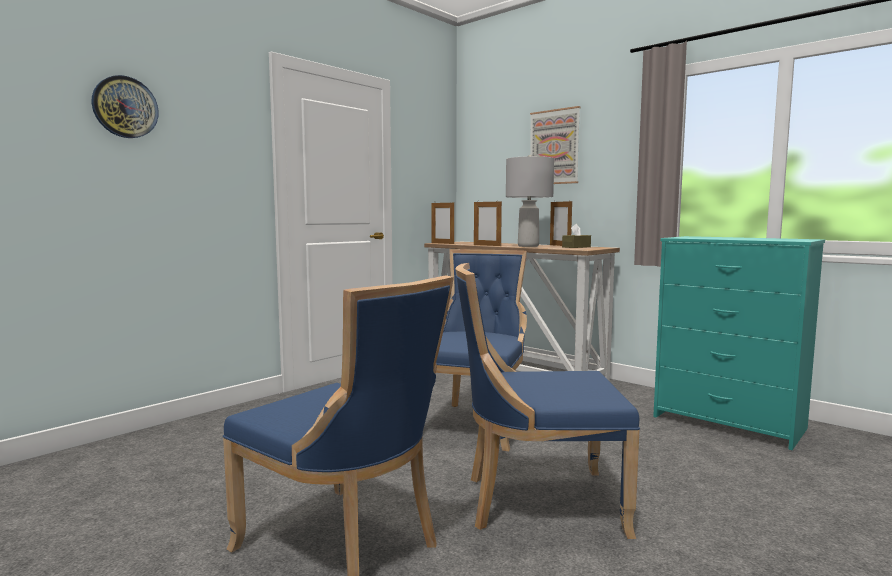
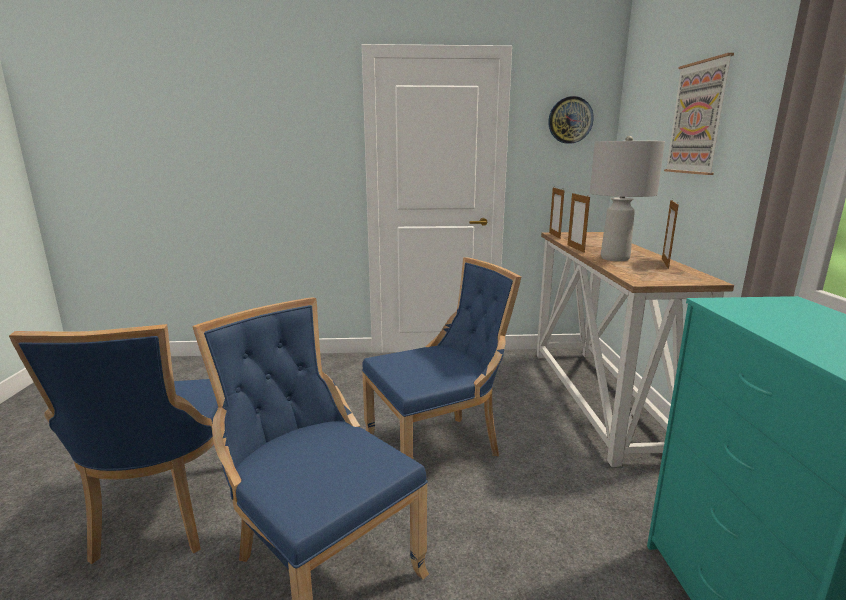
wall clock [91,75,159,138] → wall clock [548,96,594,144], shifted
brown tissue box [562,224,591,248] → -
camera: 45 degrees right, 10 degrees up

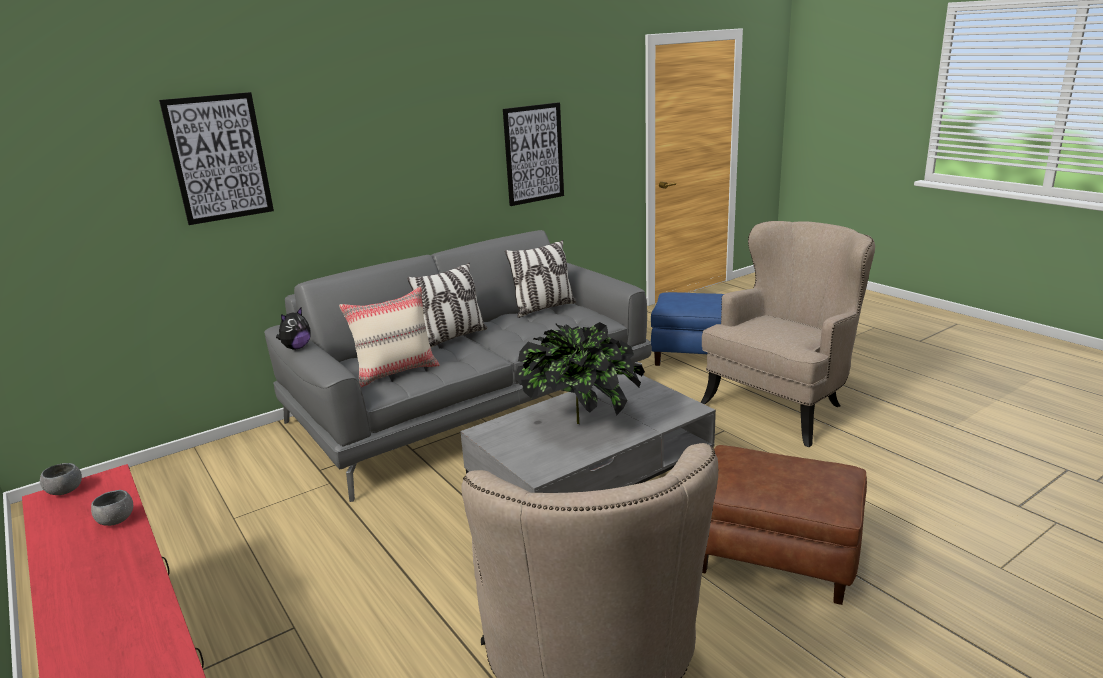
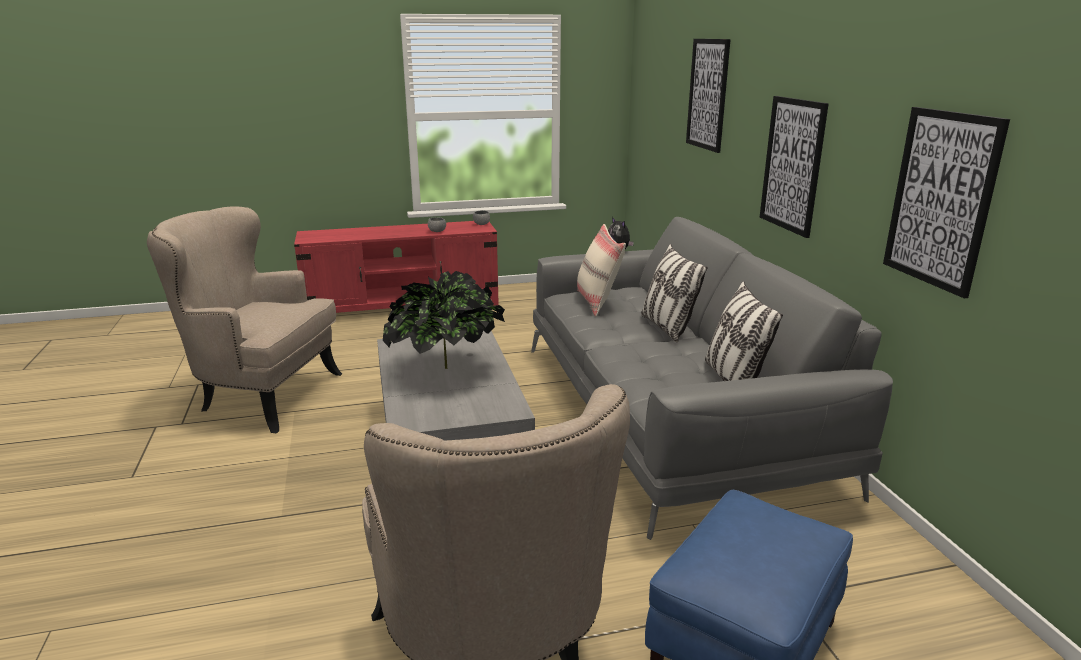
brown ottoman [702,445,867,605] → -
- → picture [760,96,829,238]
camera: 110 degrees right, 0 degrees up

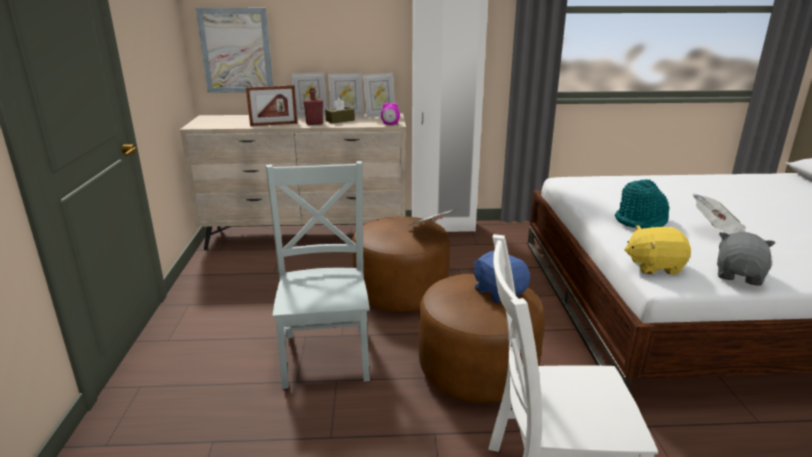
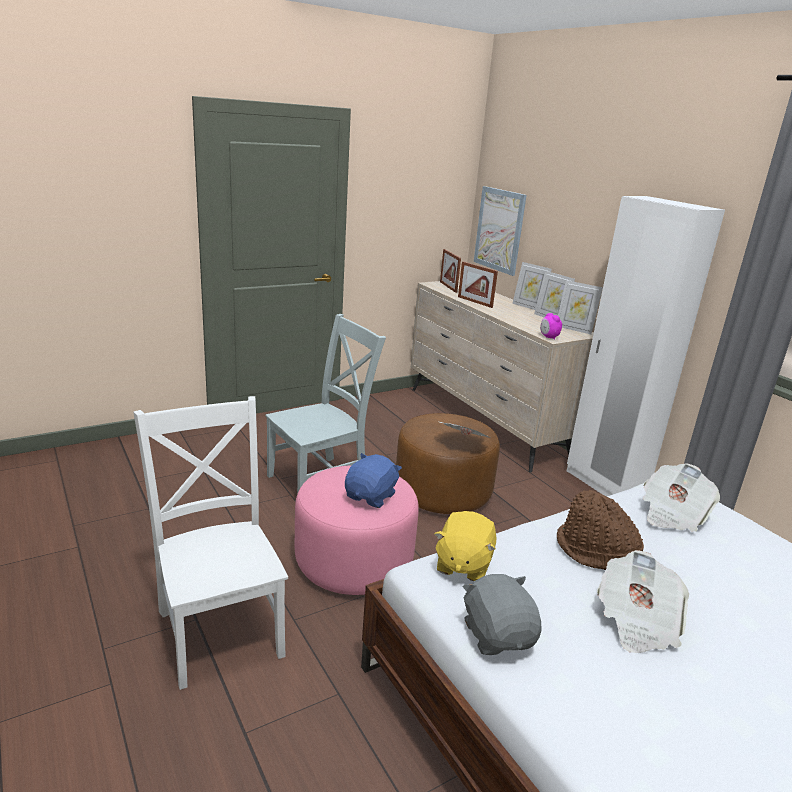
red bottle [304,87,323,125] → -
brown tissue box [325,98,355,124] → -
turquoise hat [615,179,669,229] → brown hat [557,490,644,570]
yellow plush toy [624,225,691,275] → yellow plush toy [434,511,496,581], 135 degrees counterclockwise
grey plush toy [717,232,775,285] → grey plush toy [463,574,541,655], 105 degrees counterclockwise
brown ottoman [419,273,545,403] → pink ottoman [295,465,419,595]
- → picture frame [440,249,461,293]
- → newspaper [643,464,720,532]
camera: 60 degrees right, 0 degrees up

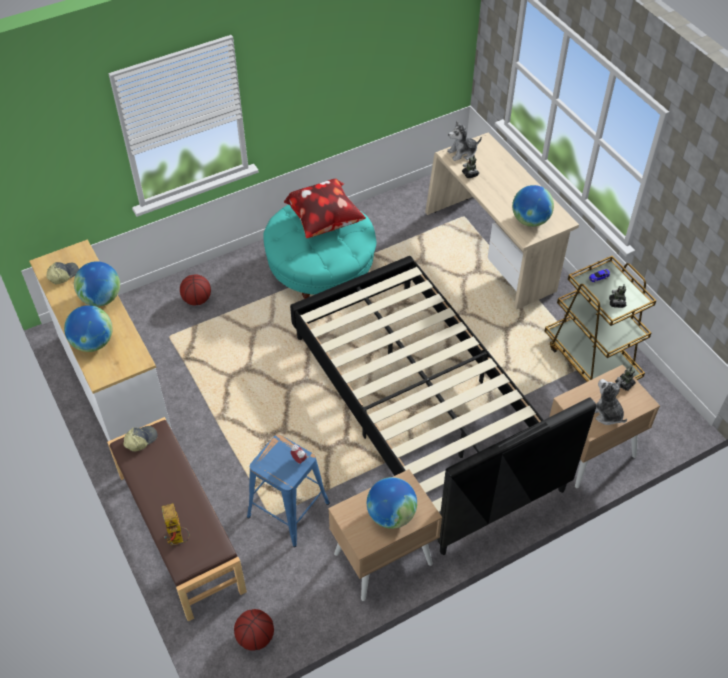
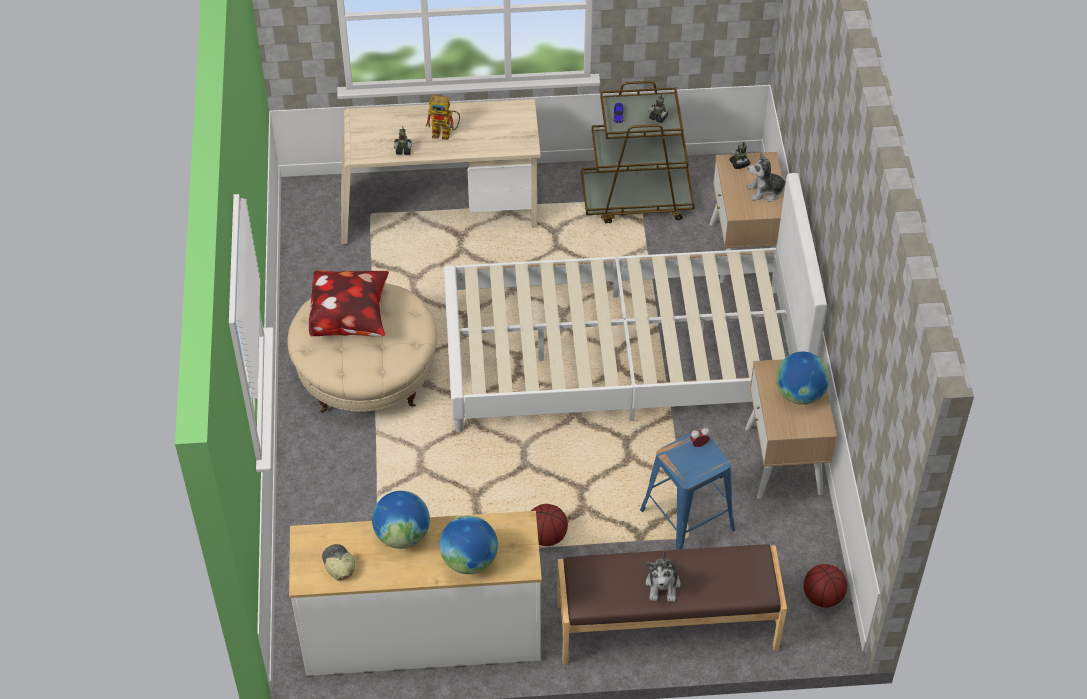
plush toy [447,121,482,161] → plush toy [646,549,681,602], shifted
globe [512,185,554,227] → -
turquoise ottoman [263,204,377,299] → beige ottoman [287,283,437,412]
black bed [290,256,597,555] → white bed [444,173,827,432]
basketball [180,274,211,305] → basketball [531,504,568,546], shifted
cap [123,426,158,452] → -
toy robot [162,503,190,545] → toy robot [426,95,460,140], shifted
camera: 65 degrees left, 0 degrees up

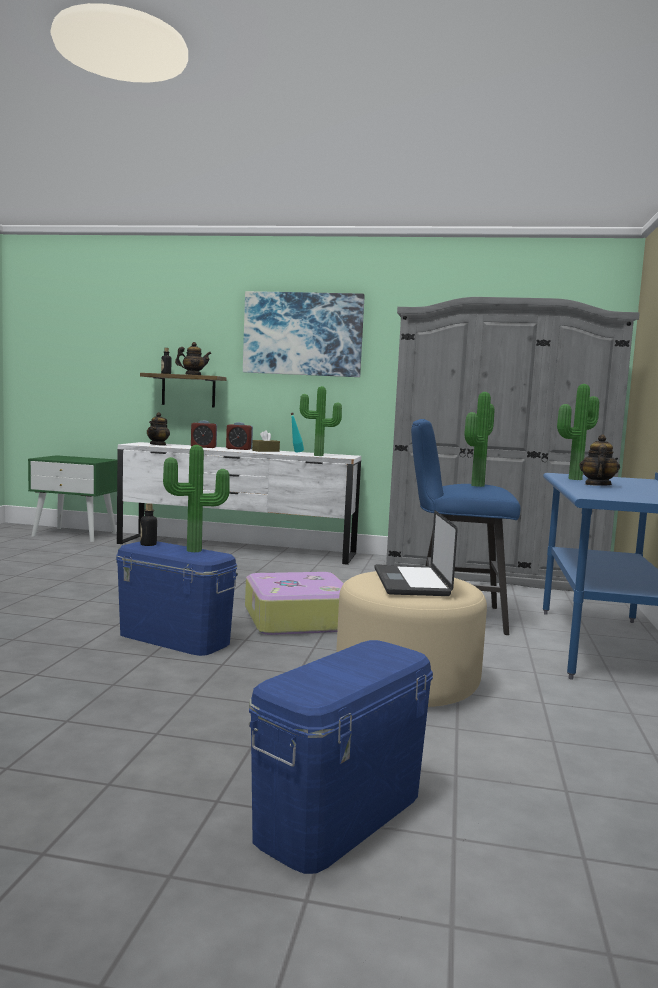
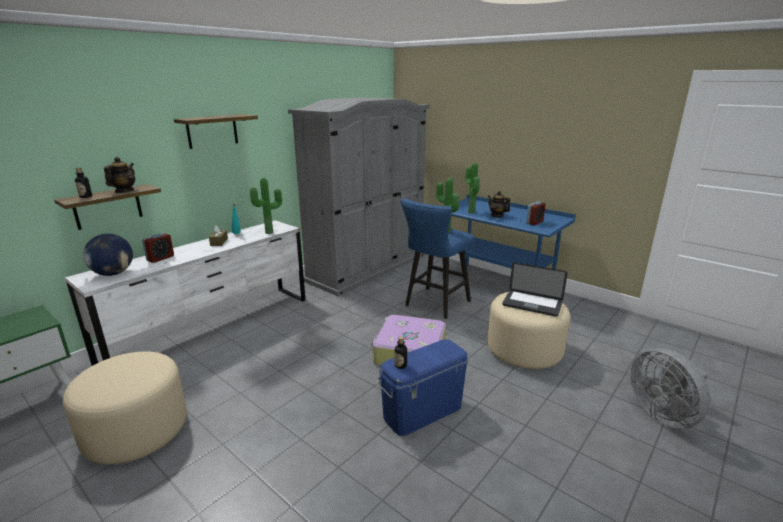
picture [243,291,365,377] → shelf [174,114,258,149]
teapot [147,412,170,446] → globe [83,234,133,276]
alarm clock [226,422,253,450] → alarm clock [526,201,546,226], shifted
potted plant [163,445,230,552] → -
blue storage box [249,640,433,874] → grey fan [631,348,710,428]
- → beige ottoman [63,351,187,465]
camera: 60 degrees left, 15 degrees up

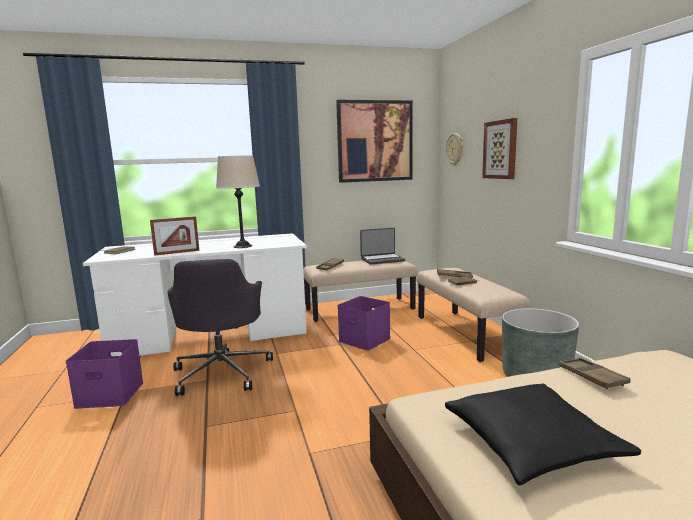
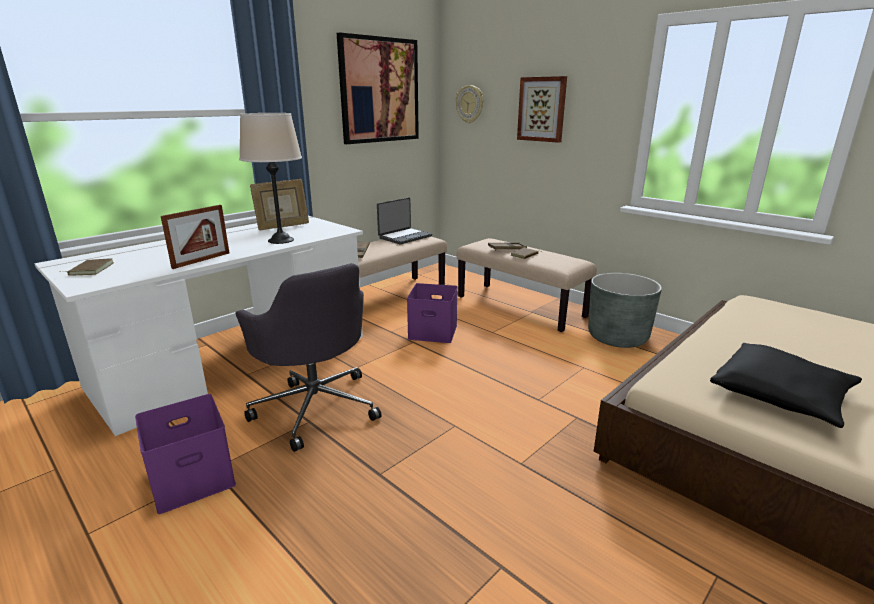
brown tray [558,357,631,389] → -
- → picture frame [250,179,309,230]
camera: 30 degrees left, 10 degrees up

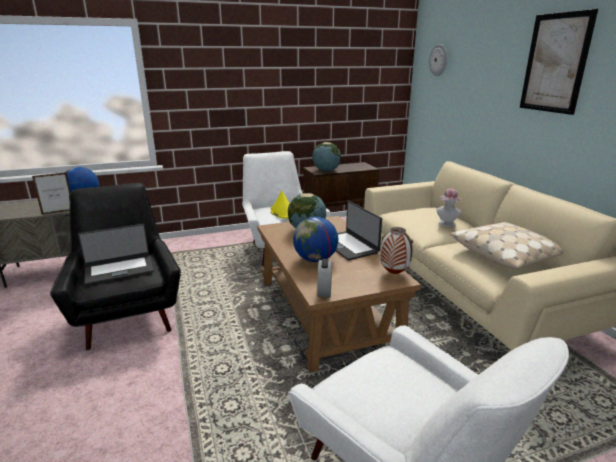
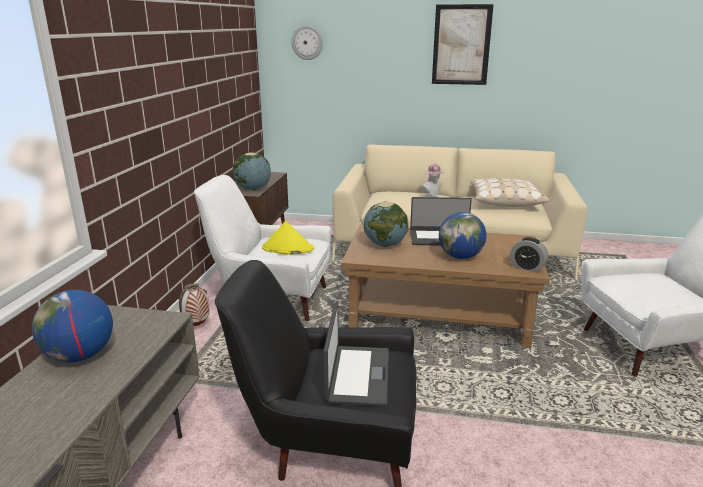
picture frame [32,172,71,215] → -
vase [380,227,413,274] → vase [179,283,210,326], shifted
camera: 60 degrees left, 0 degrees up

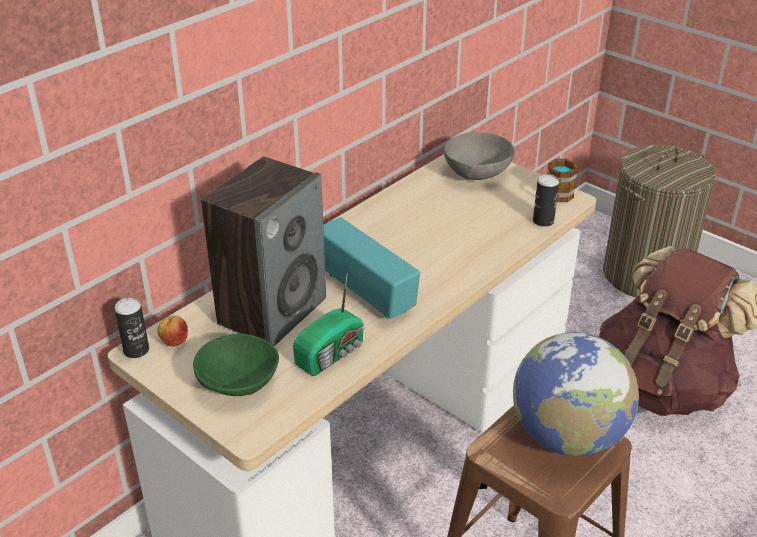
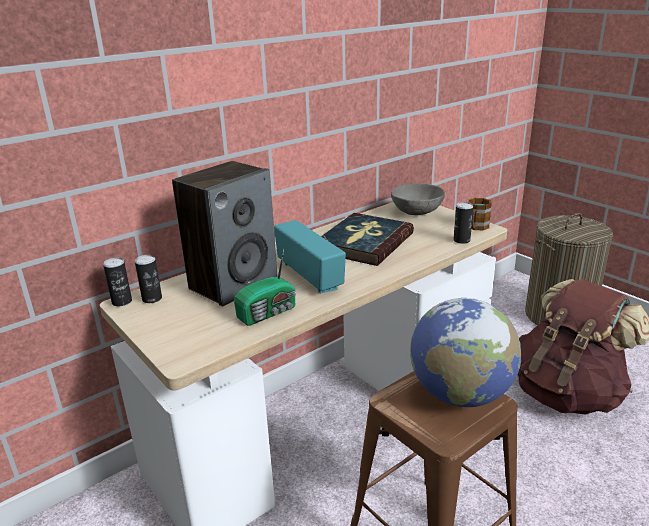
apple [157,315,188,346] → can [135,255,162,303]
green bowl [193,333,279,396] → -
- → book [321,213,414,266]
camera: 10 degrees right, 10 degrees down

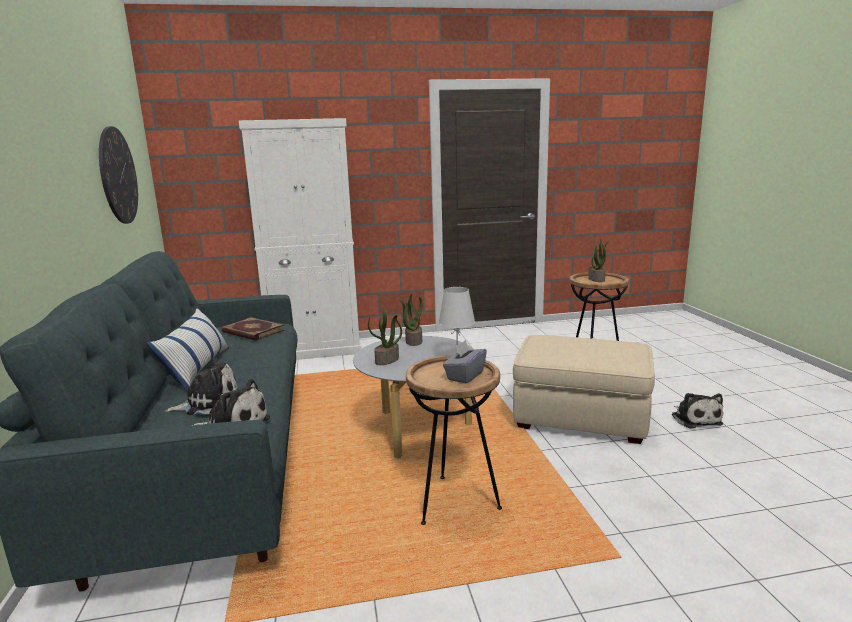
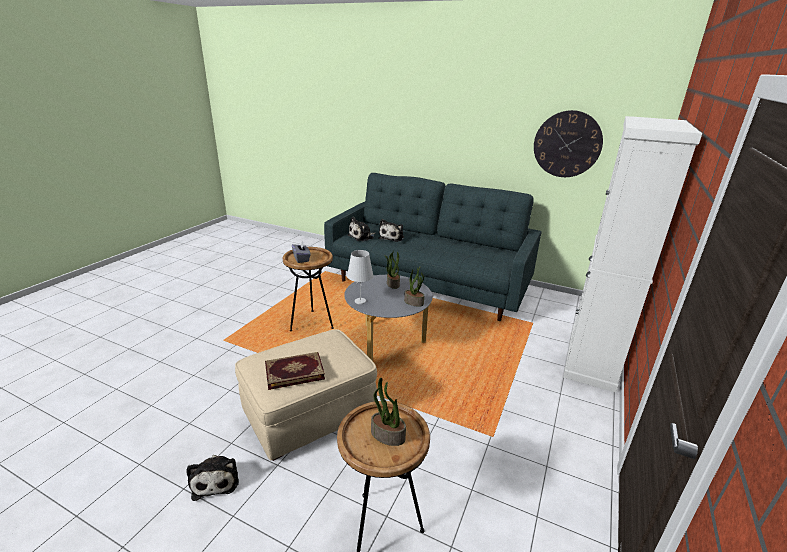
pillow [146,308,229,392] → -
book [222,317,284,341] → book [265,352,325,390], shifted
plush toy [672,393,723,429] → plush toy [186,455,239,501], 135 degrees counterclockwise
camera: 125 degrees right, 10 degrees up

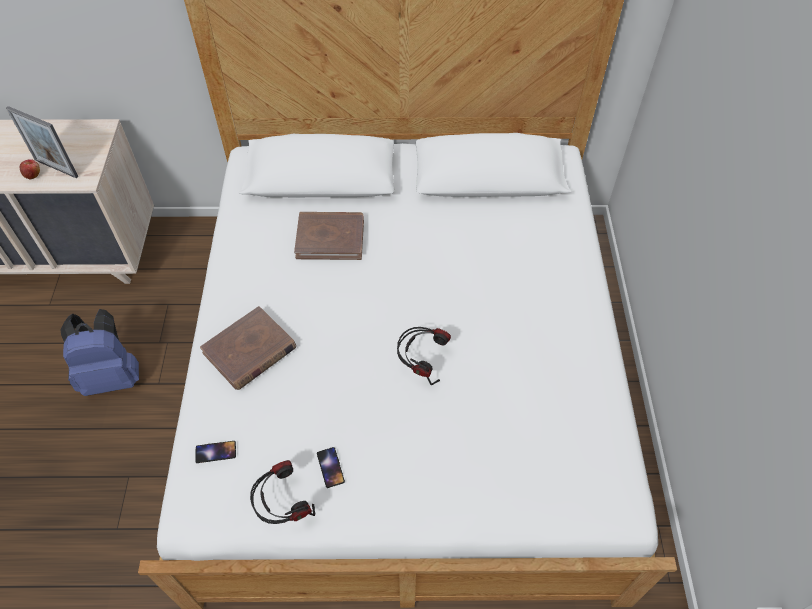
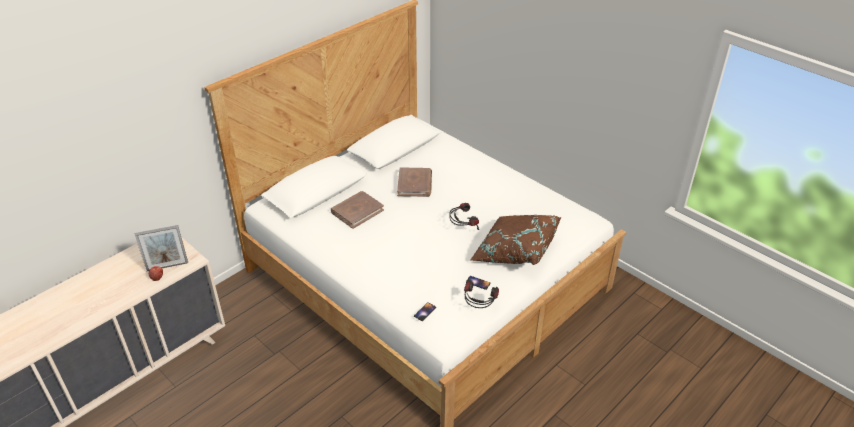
brown book [200,306,296,390] → brown book [397,167,432,197], shifted
blue backpack [60,309,139,396] → -
- → brown pillow [470,215,561,265]
camera: 45 degrees left, 15 degrees down

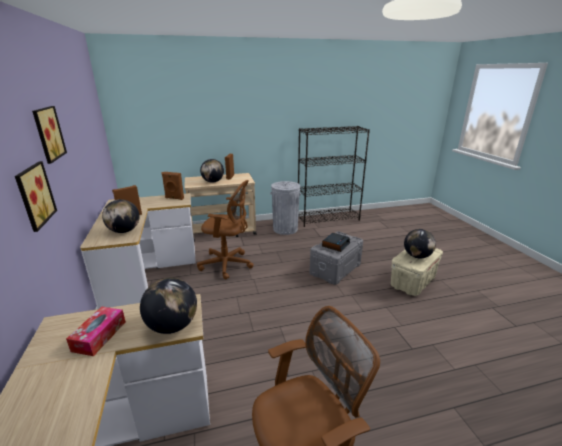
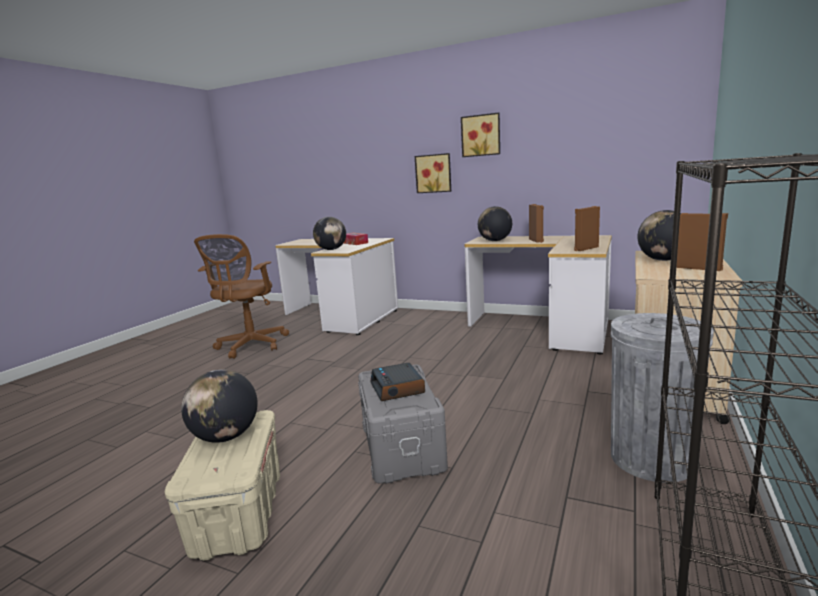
brown office chair [197,180,254,280] → -
camera: 130 degrees right, 10 degrees down

